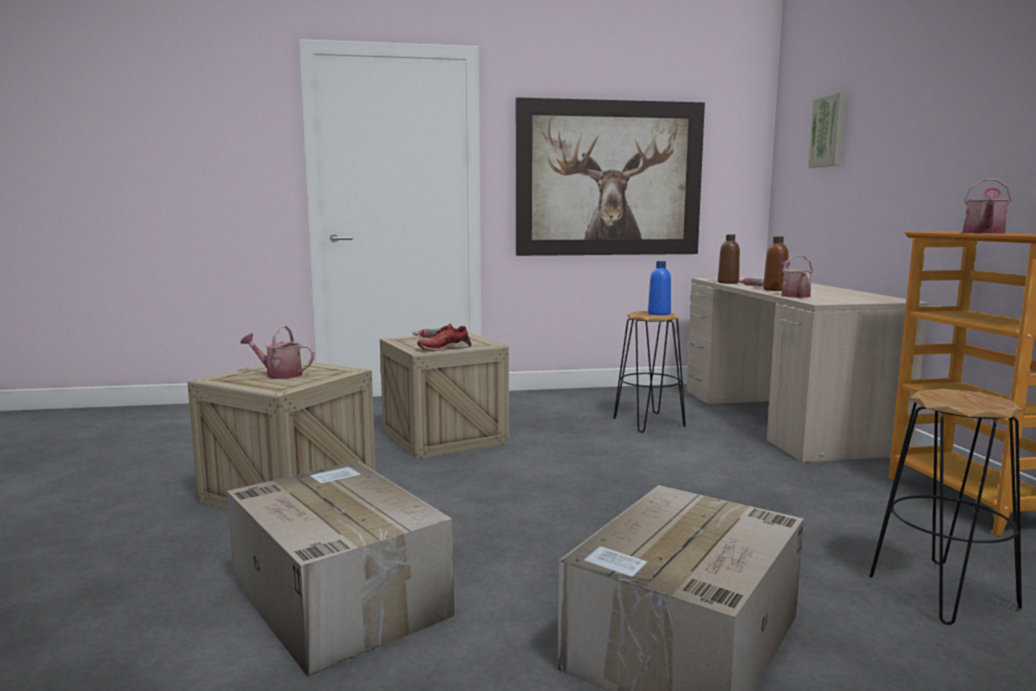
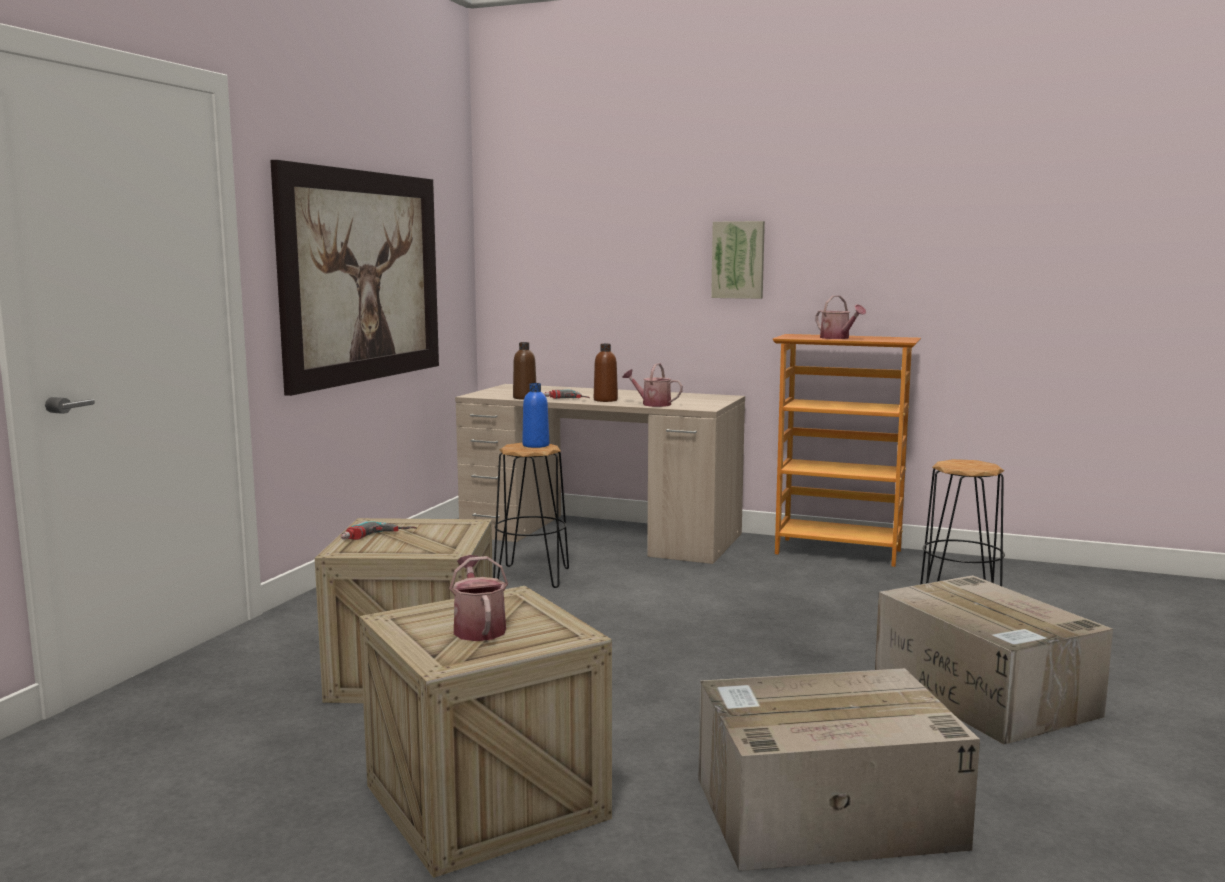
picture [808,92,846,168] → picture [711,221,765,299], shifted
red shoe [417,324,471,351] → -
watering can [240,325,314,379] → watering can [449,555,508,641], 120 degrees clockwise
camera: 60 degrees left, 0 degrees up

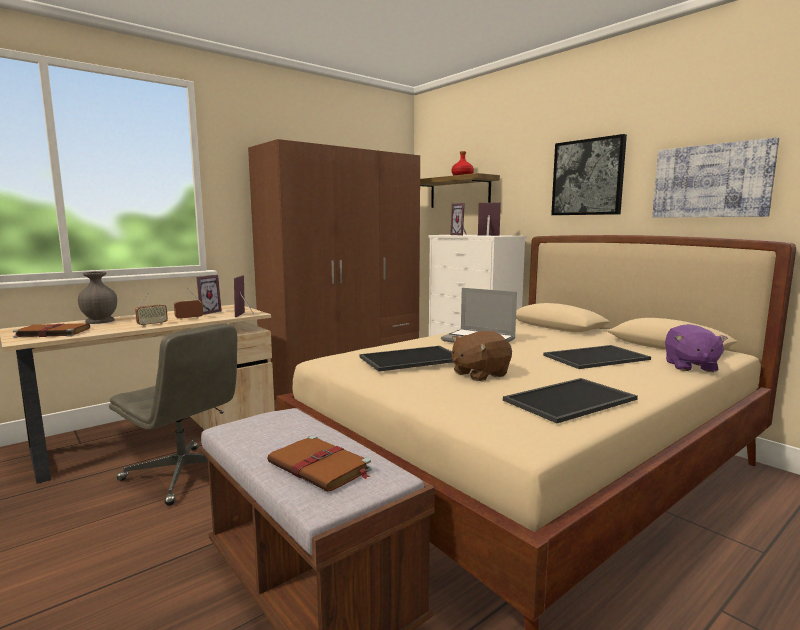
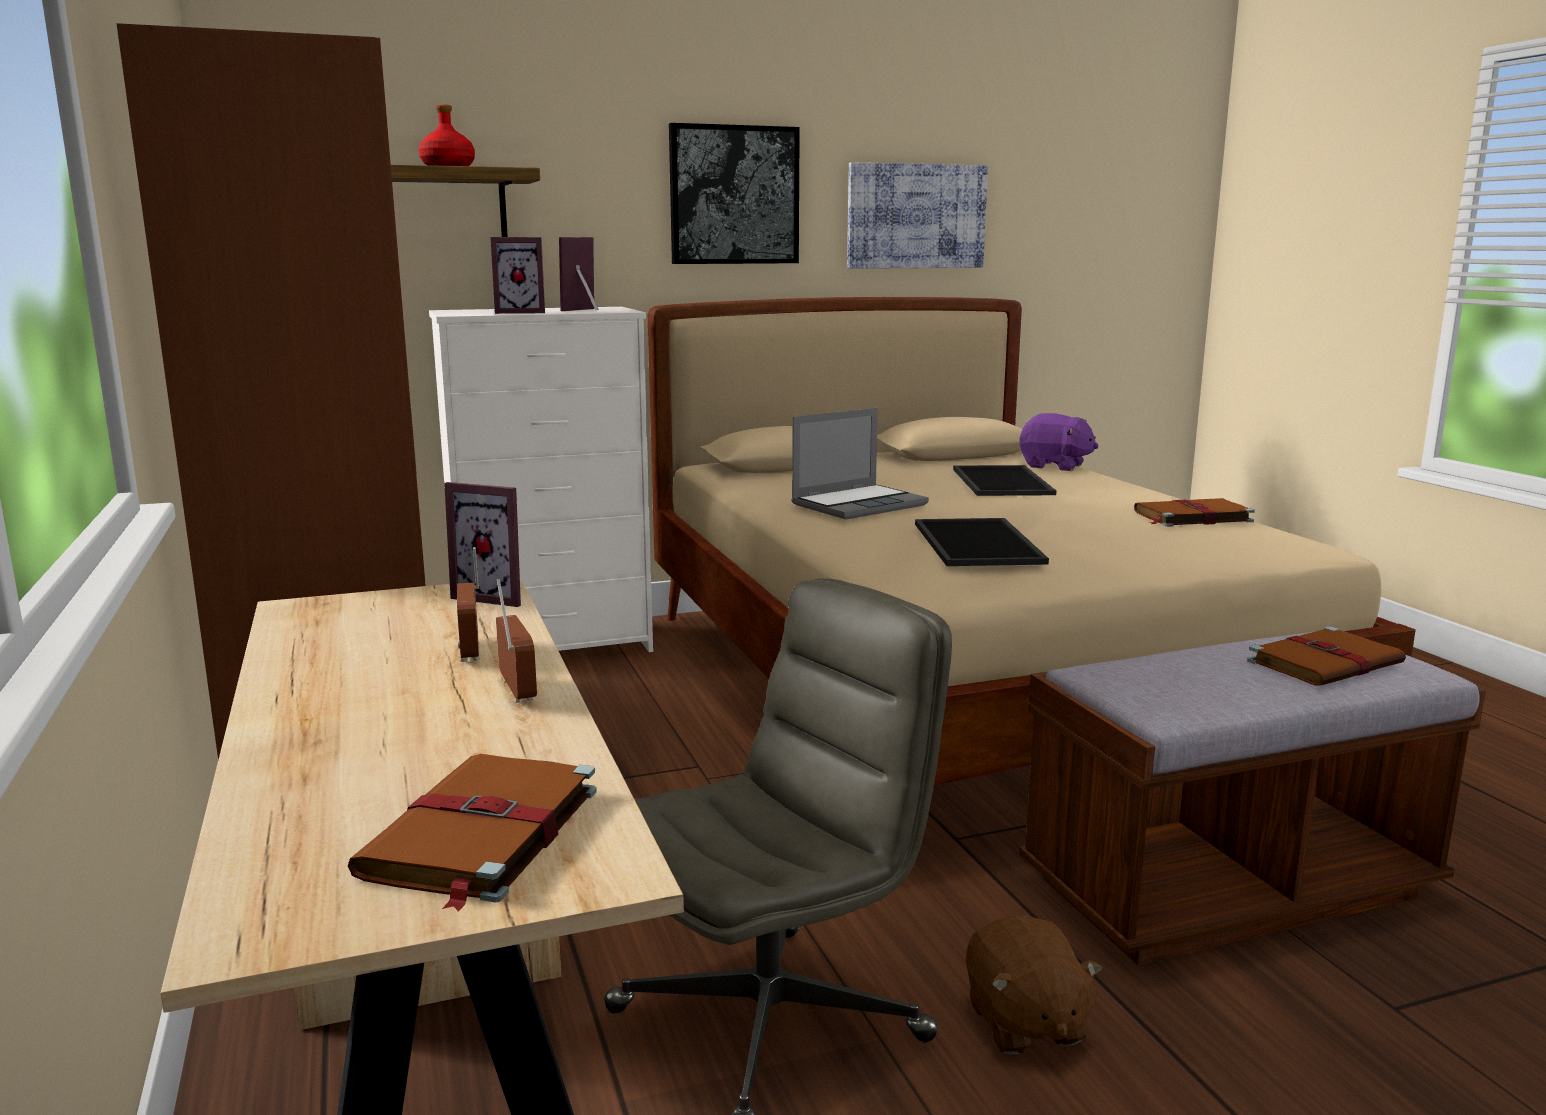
grey vase [78,271,117,324] → -
picture frame [196,275,222,315] → -
brown plush toy [452,331,512,381] → brown plush toy [966,916,1103,1055], shifted
tray [503,378,638,423] → brown book [1134,498,1255,527]
camera: 70 degrees left, 5 degrees up

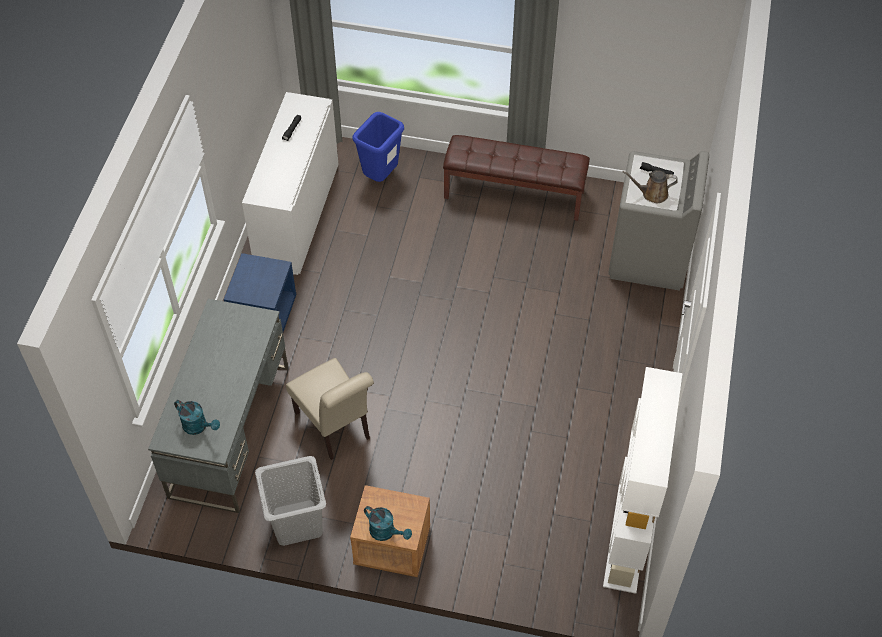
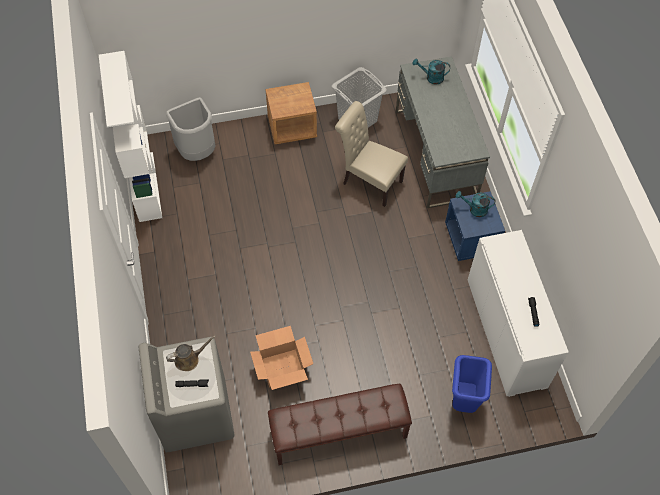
turquoise watering can [364,506,412,541] → turquoise watering can [456,191,495,217], shifted
- → grey trash can [166,97,216,161]
- → cardboard box [250,326,313,390]
camera: 155 degrees right, 5 degrees up

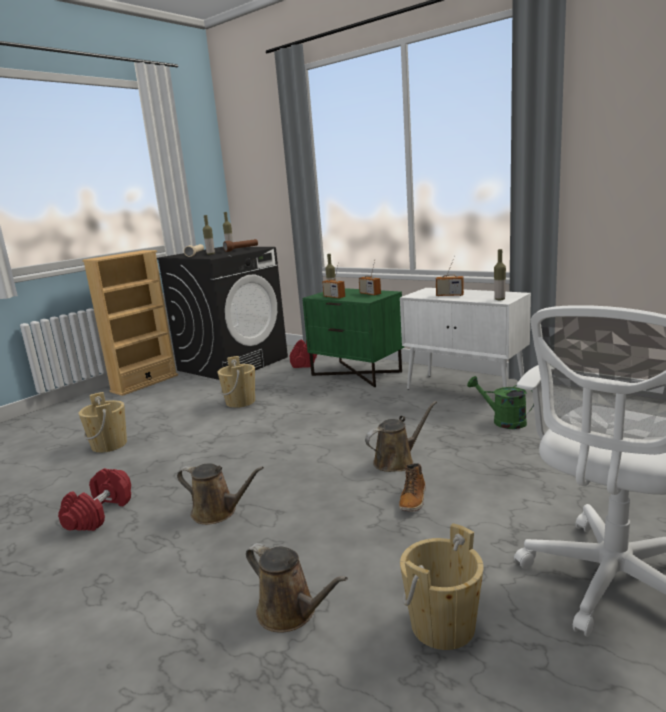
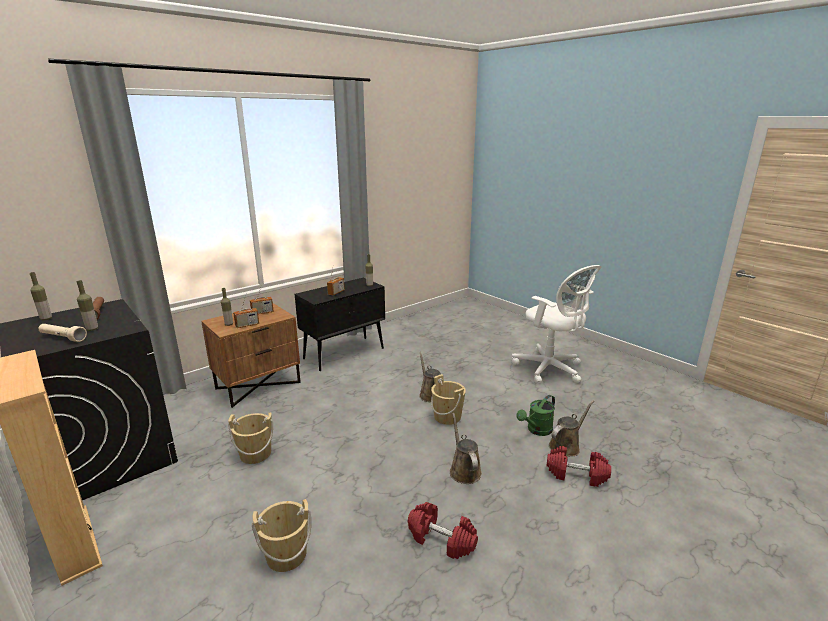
green nightstand [302,288,404,387] → brown nightstand [201,303,301,408]
white cabinet [400,288,531,390] → black cabinet [295,278,385,371]
red dumbbell [290,339,317,368] → red dumbbell [547,446,611,487], shifted
green watering can [467,376,534,429] → green watering can [517,395,555,436], shifted
brown watering can [177,463,264,525] → brown watering can [450,413,482,484], 45 degrees counterclockwise
boot [399,463,426,512] → -
beige bucket [400,523,484,650] → beige bucket [431,374,466,425], shifted
camera: 80 degrees left, 5 degrees up

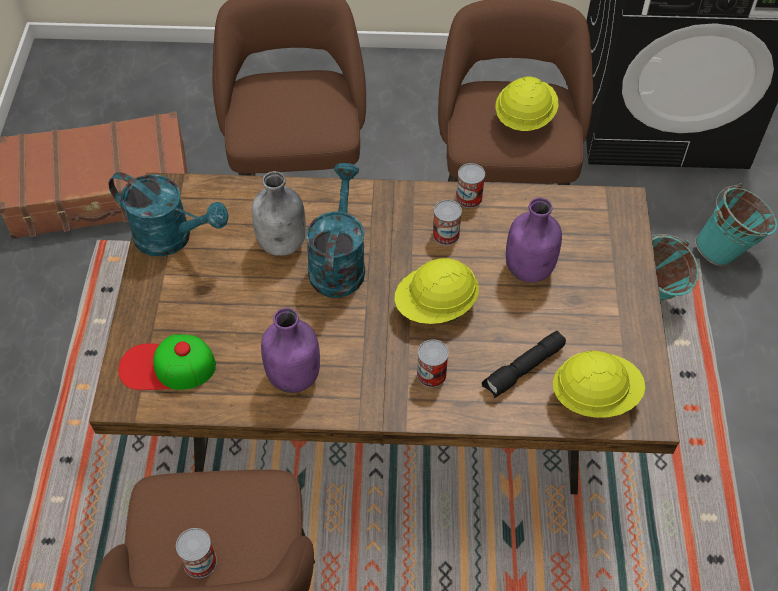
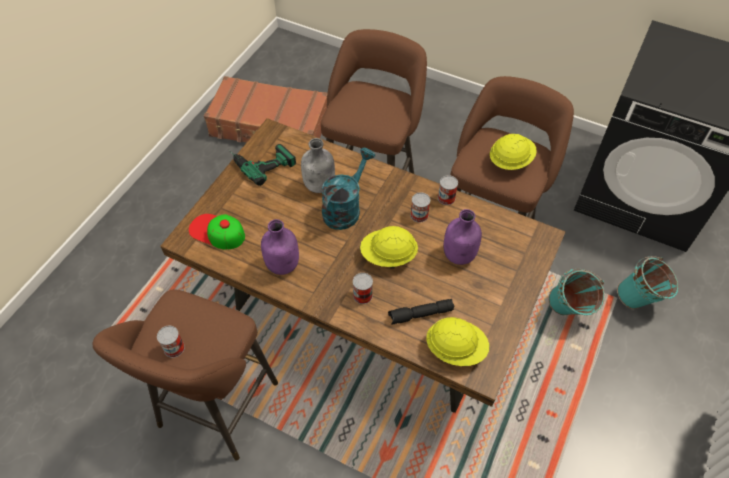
turquoise watering can [108,172,229,256] → power drill [228,144,296,186]
camera: 25 degrees right, 0 degrees up

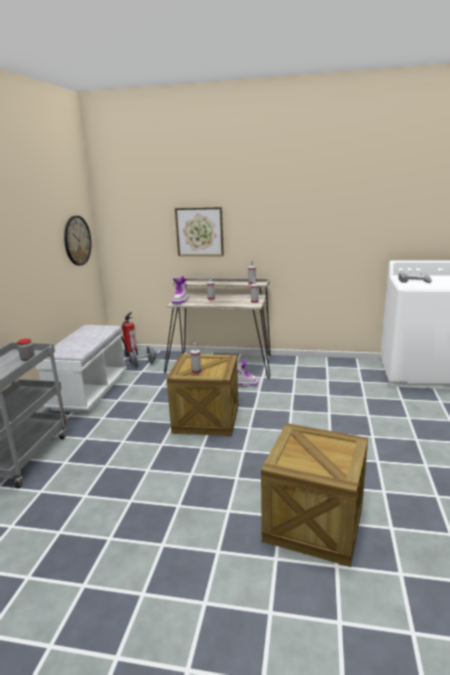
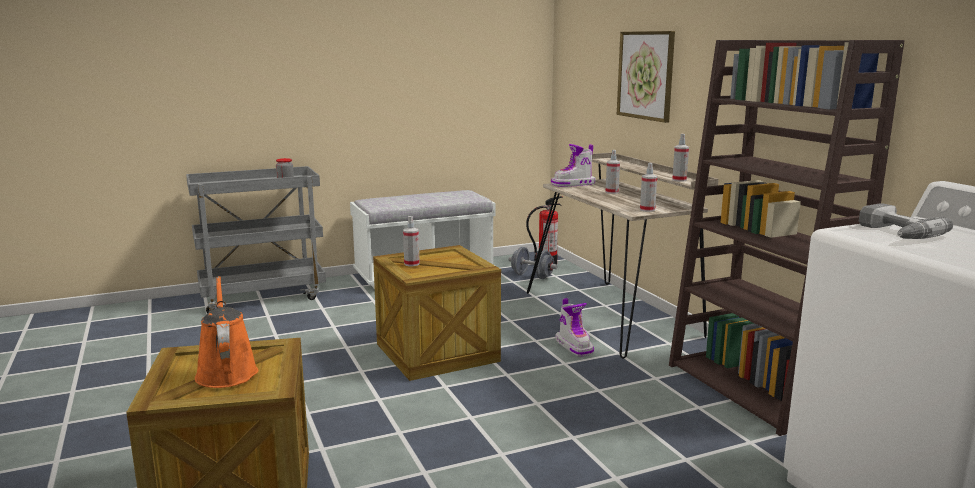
wall clock [64,216,91,266] → -
- → brown bookcase [669,40,905,436]
- → orange watering can [195,276,258,388]
camera: 55 degrees right, 5 degrees down

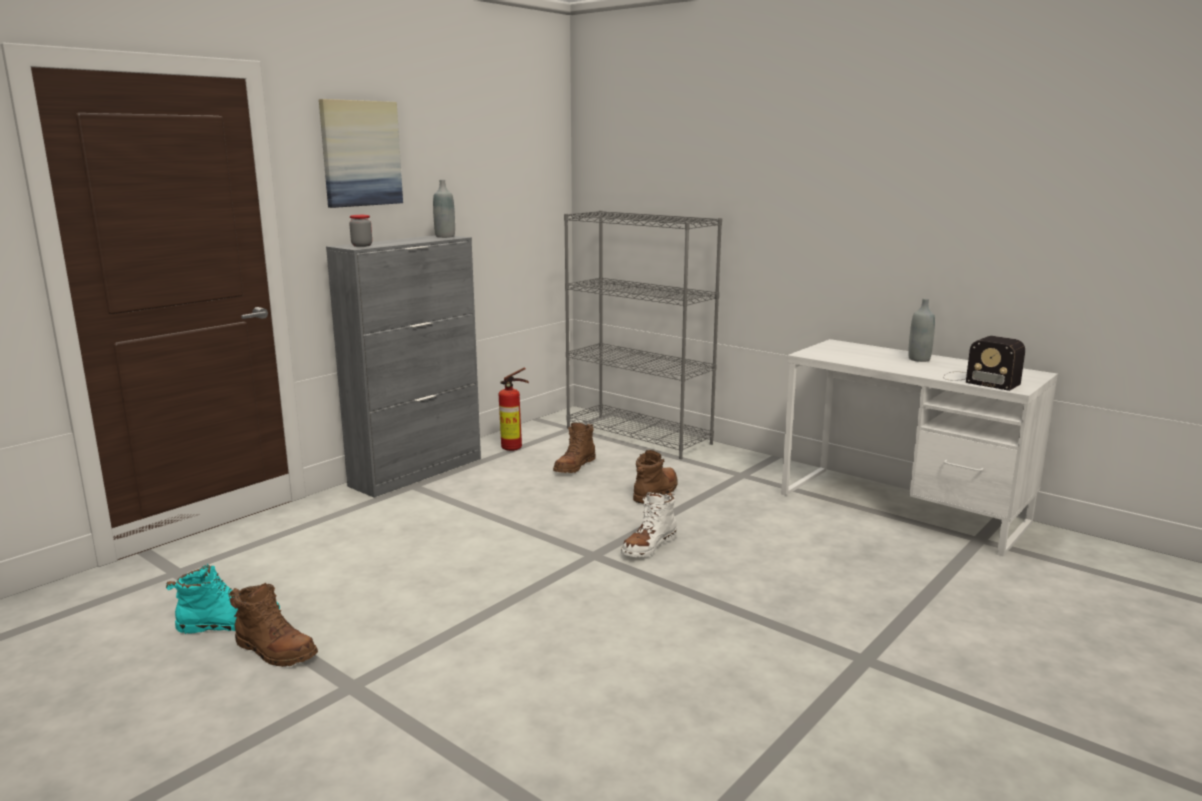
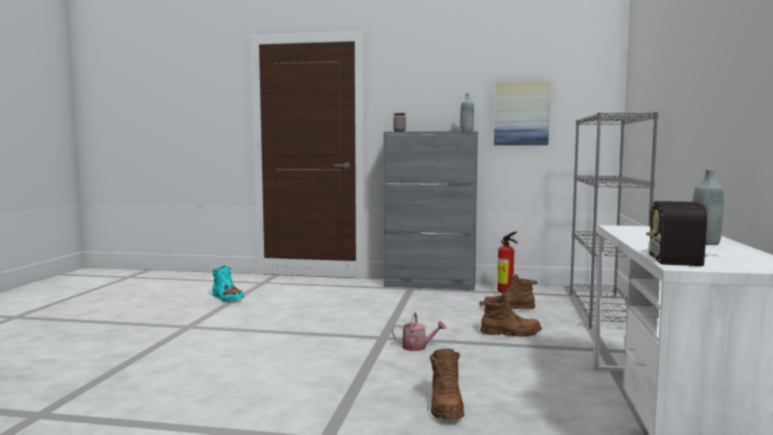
picture [319,99,403,208] → picture [494,81,550,145], shifted
white boot [621,492,677,557] → watering can [391,312,446,351]
brown boot [229,583,318,667] → brown boot [430,348,464,419], shifted
camera: 60 degrees right, 10 degrees down

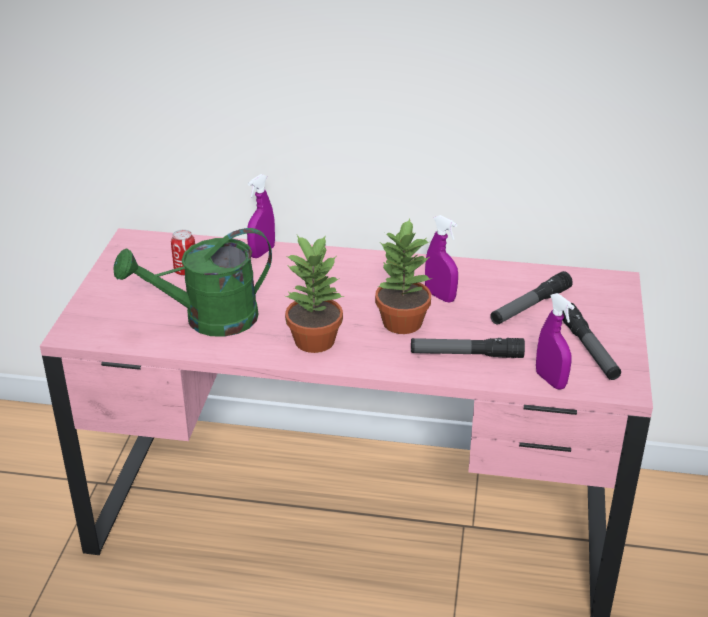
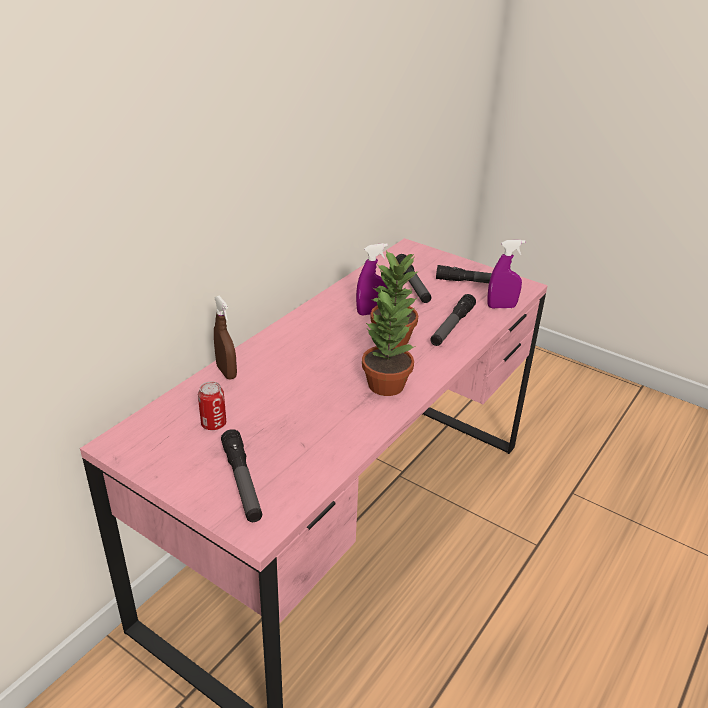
purple spray bottle [247,174,275,258] → brown spray bottle [214,296,237,379]
green watering can [114,228,272,337] → -
- → flashlight [221,429,262,522]
camera: 65 degrees left, 0 degrees up

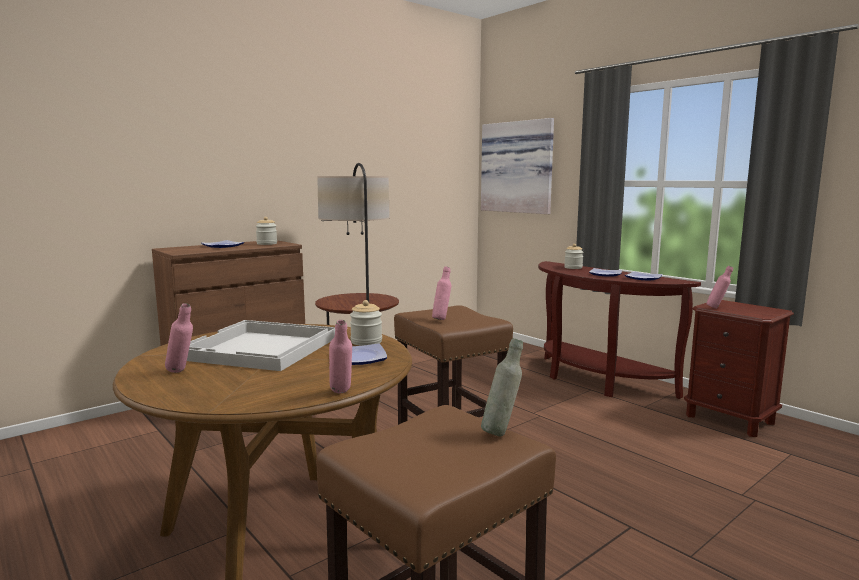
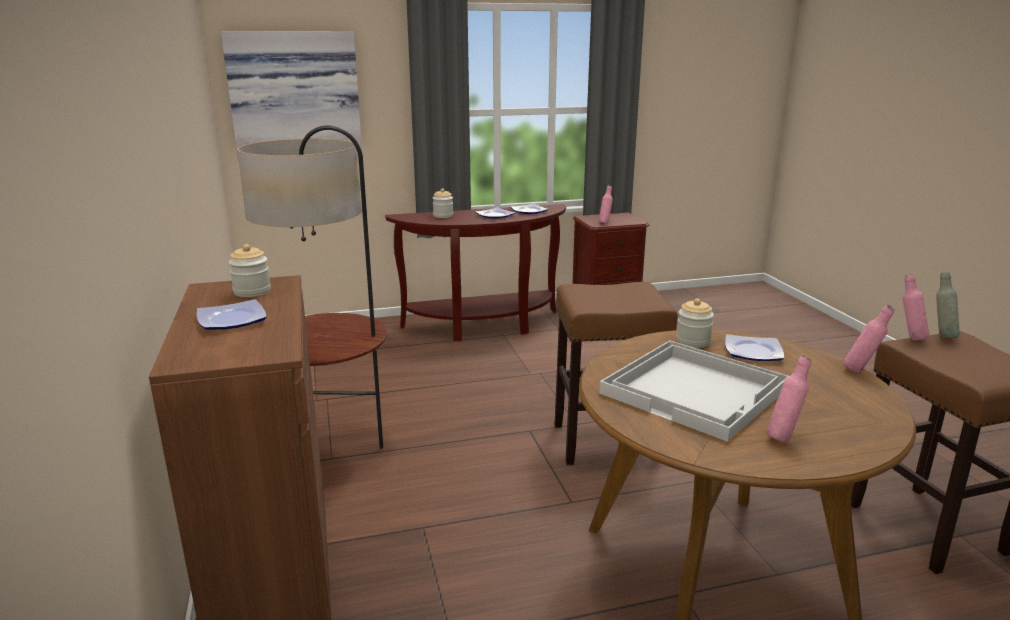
pink bottle [432,267,451,320] → pink bottle [903,274,929,341], shifted
camera: 65 degrees left, 10 degrees up

